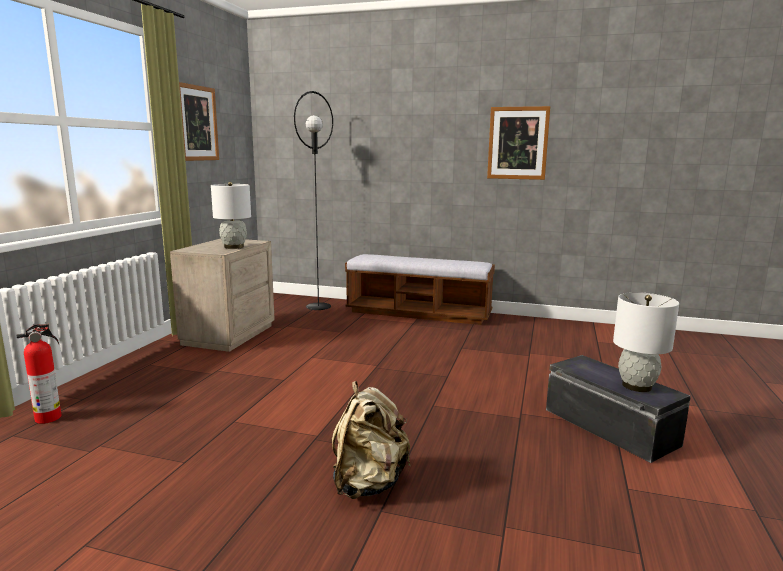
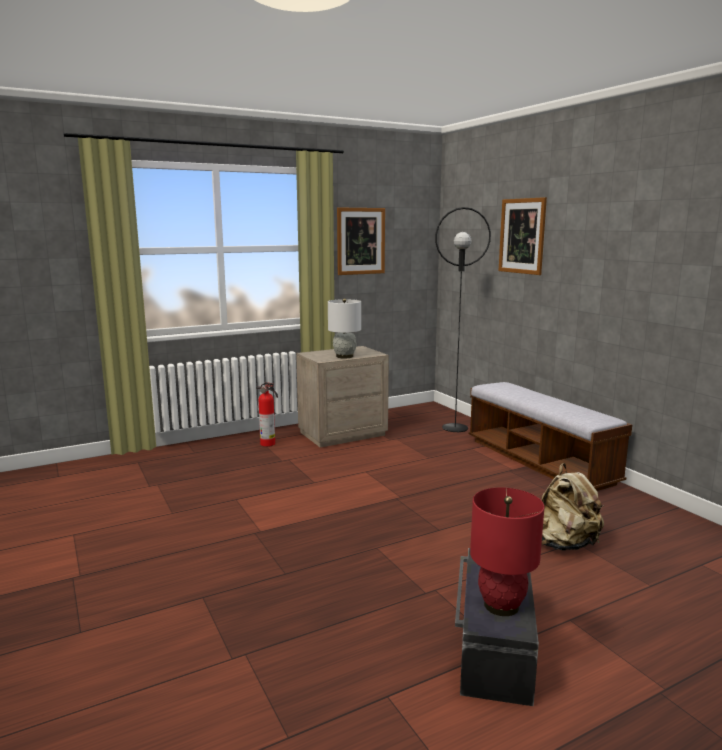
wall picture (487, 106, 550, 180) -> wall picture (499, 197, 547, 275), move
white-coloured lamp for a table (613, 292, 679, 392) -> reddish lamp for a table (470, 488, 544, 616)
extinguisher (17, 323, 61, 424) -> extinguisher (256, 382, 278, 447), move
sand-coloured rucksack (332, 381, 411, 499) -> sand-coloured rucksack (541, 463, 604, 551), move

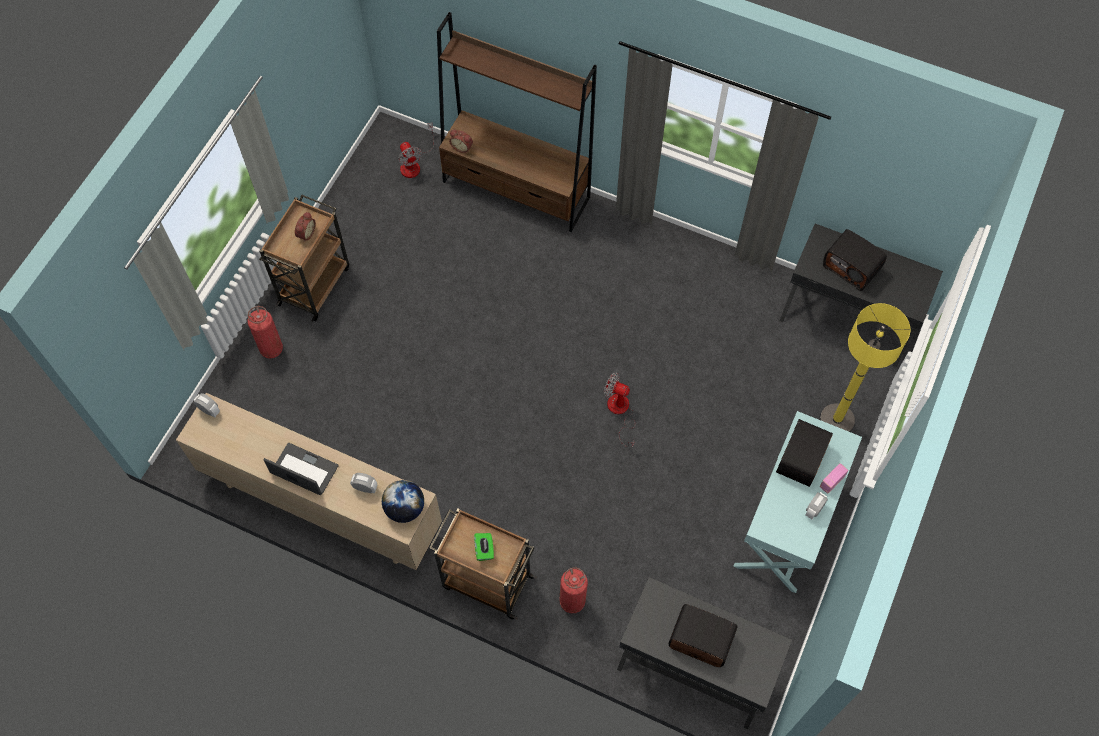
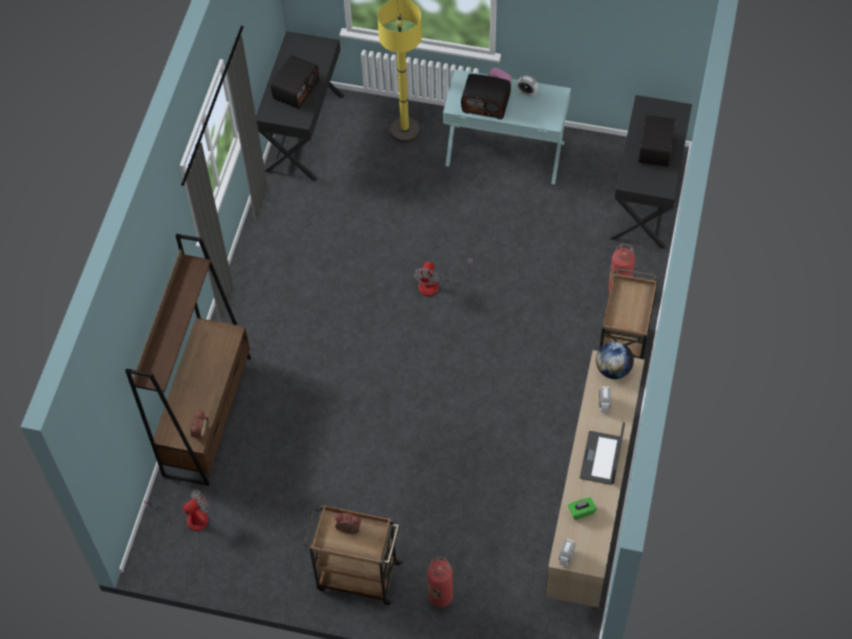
green-coloured tissue box (474, 533, 494, 561) -> green-coloured tissue box (568, 498, 597, 520), move

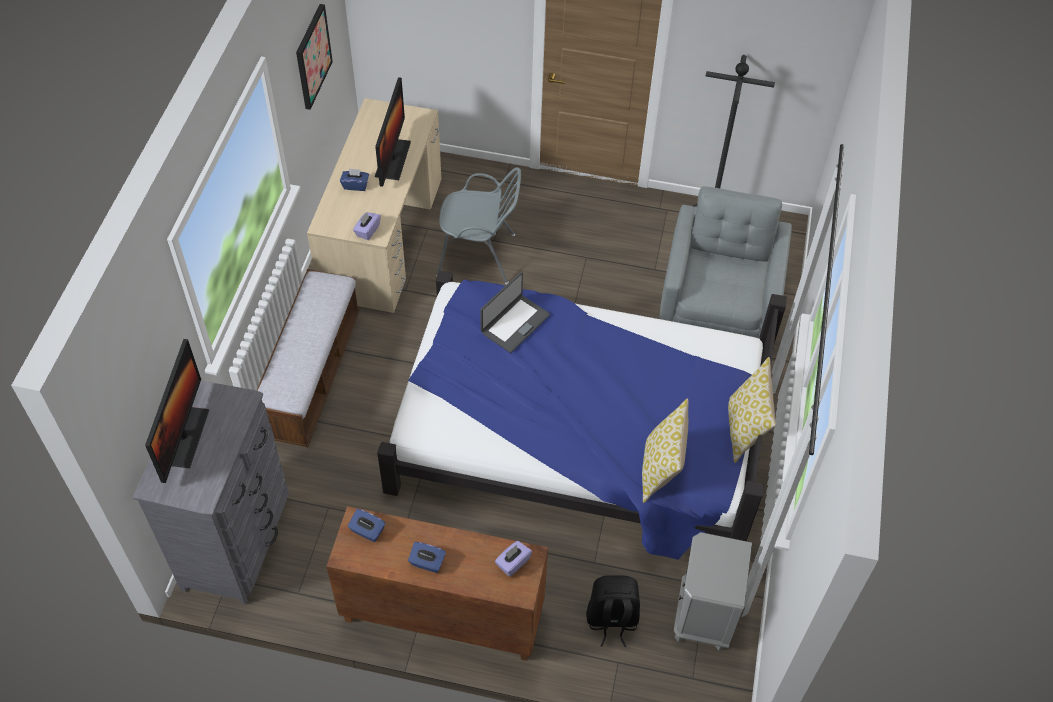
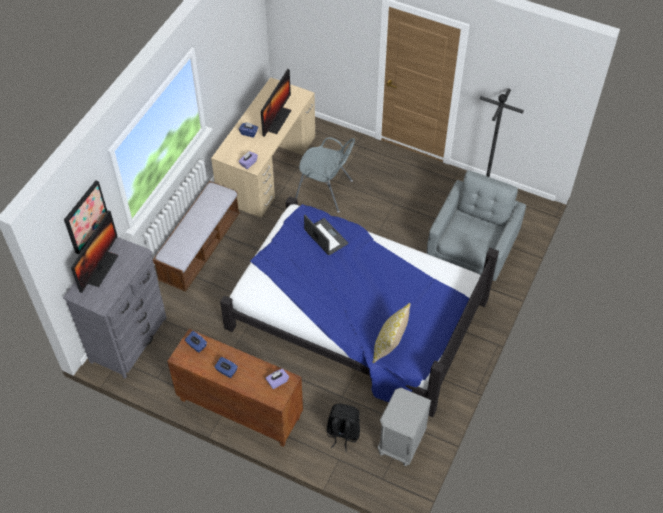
wall picture (296, 4, 333, 110) -> wall picture (64, 181, 107, 254), move
notebook computer (480, 272, 550, 353) -> notebook computer (304, 215, 348, 255), 90 degrees counterclockwise
throw pillow (728, 357, 776, 463) -> none

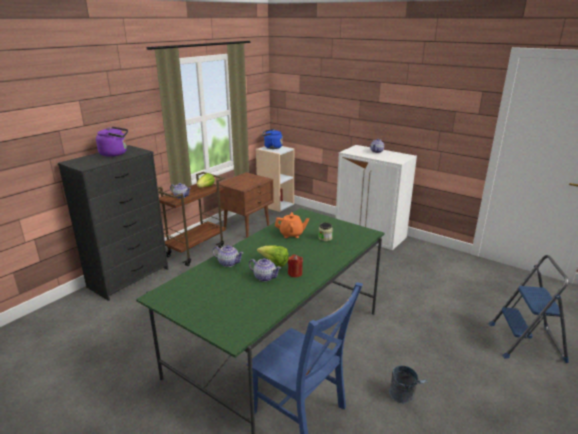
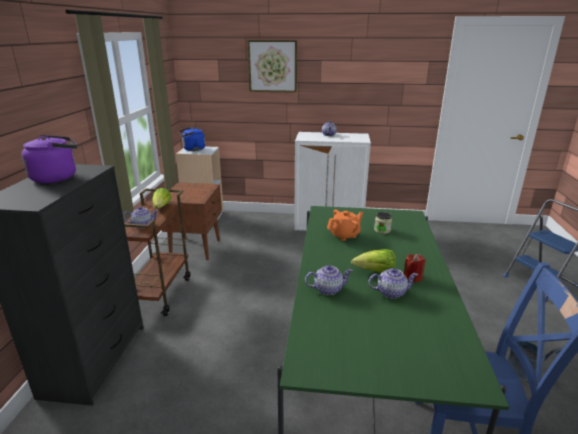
none -> wall picture (247, 40, 297, 93)

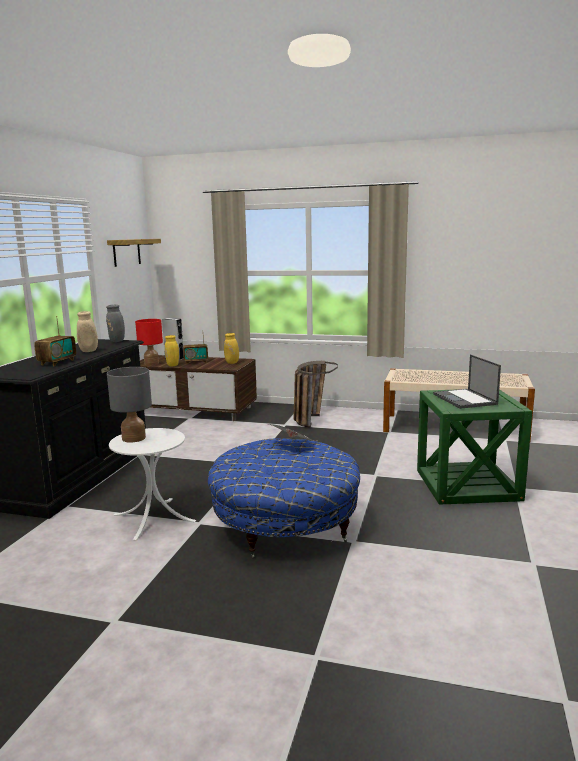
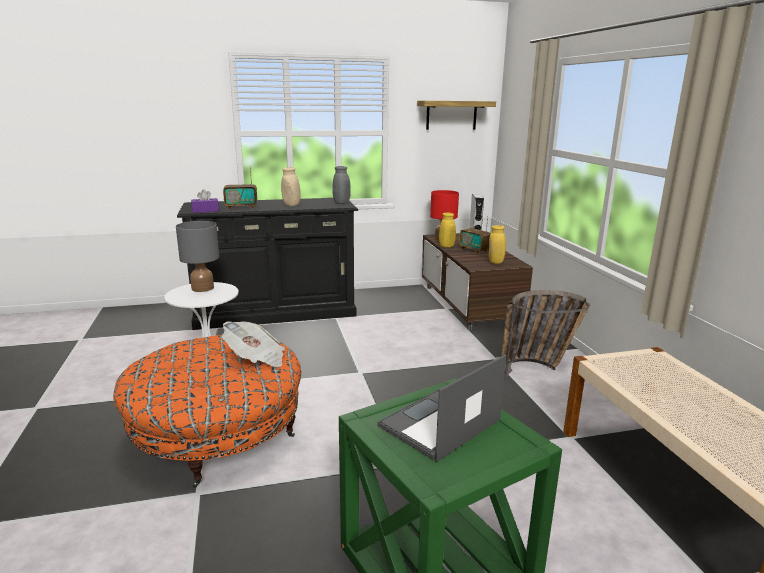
blue ottoman (208, 438, 360, 559) -> orange-coloured ottoman (113, 335, 301, 488)
none -> purple-coloured tissue box (191, 189, 219, 213)

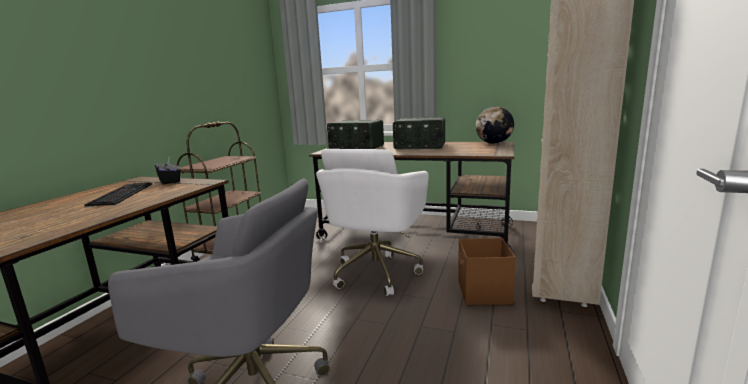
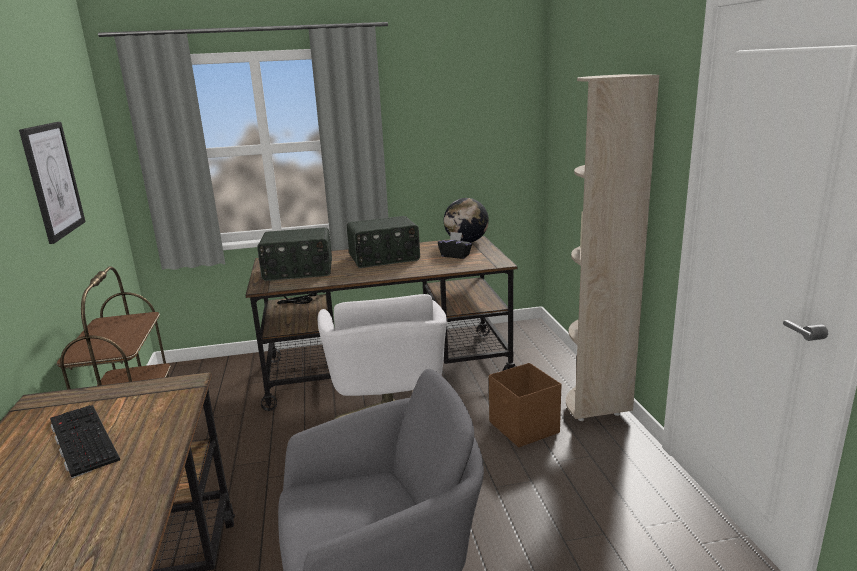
black tissue box (155, 157, 181, 184) -> black tissue box (438, 232, 472, 259), move
none -> wall picture (19, 122, 86, 244)

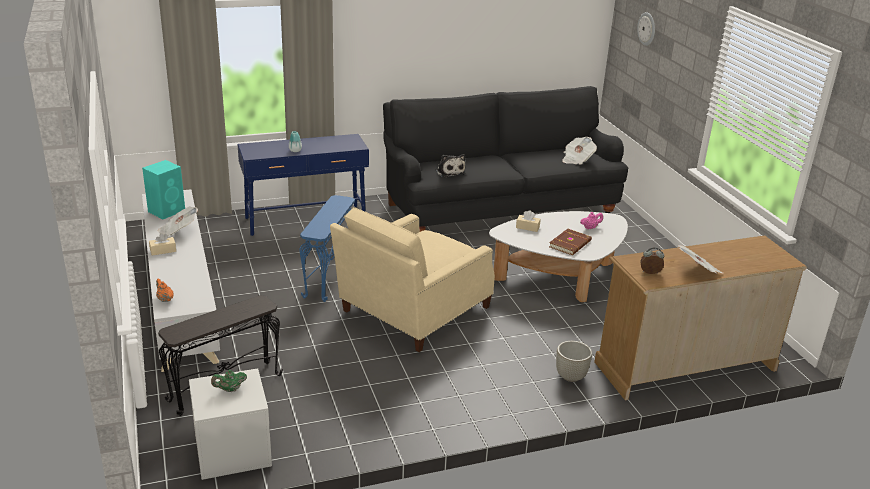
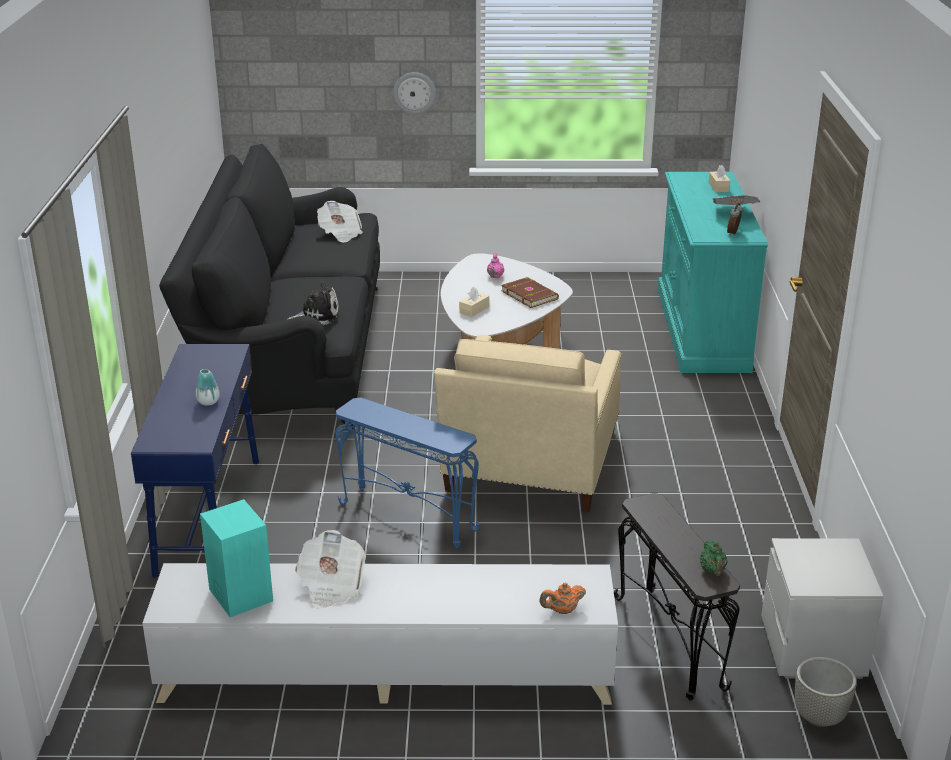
hanging clock (637, 12, 655, 46) -> hanging clock (393, 72, 436, 114), move
sand-coloured armchair (330, 207, 495, 352) -> sand-coloured armchair (434, 335, 621, 512), 45 degrees clockwise
sand-coloured tissue box (149, 233, 176, 256) -> sand-coloured tissue box (709, 165, 730, 192), move
brownish cabinet (594, 235, 807, 400) -> turquoise cabinet (658, 172, 768, 373)
grey flower pot (556, 341, 592, 382) -> grey flower pot (795, 657, 856, 727), move
green-coloured tea pot (211, 370, 247, 392) -> green-coloured tea pot (700, 540, 728, 576), move

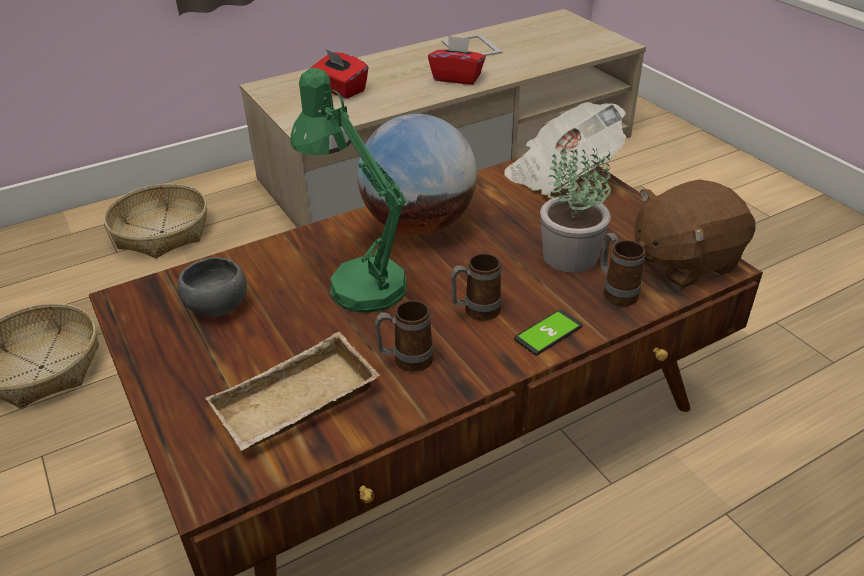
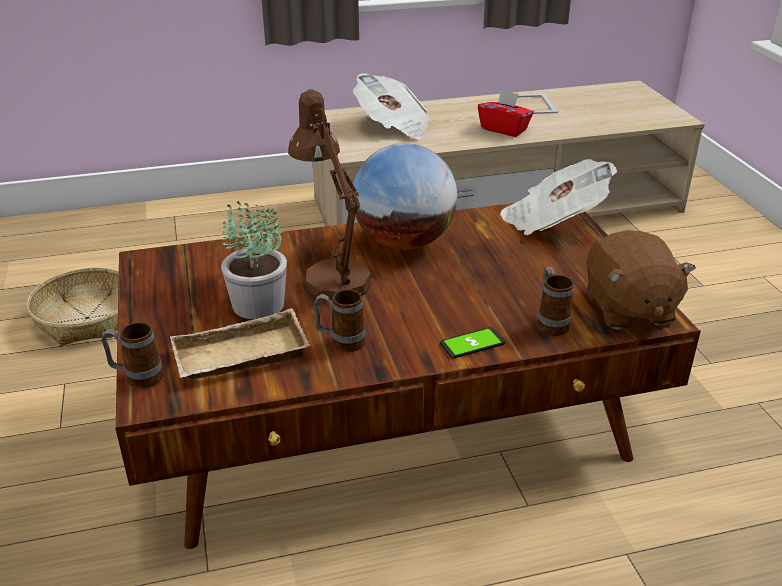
reddish tissue box (310, 49, 369, 99) -> daily paper (353, 73, 432, 139)
green-coloured lamp for a table (290, 68, 407, 313) -> brownish lamp for a table (288, 89, 372, 302)
houseplant (540, 148, 611, 273) -> houseplant (221, 201, 287, 319), move
brownish cuddly toy (634, 180, 756, 288) -> brownish cuddly toy (586, 230, 696, 330), 90 degrees counterclockwise
household basket (104, 184, 207, 258) -> none
tea mug (451, 253, 502, 321) -> tea mug (102, 322, 163, 388), move
grey serving bowl (177, 257, 247, 317) -> none

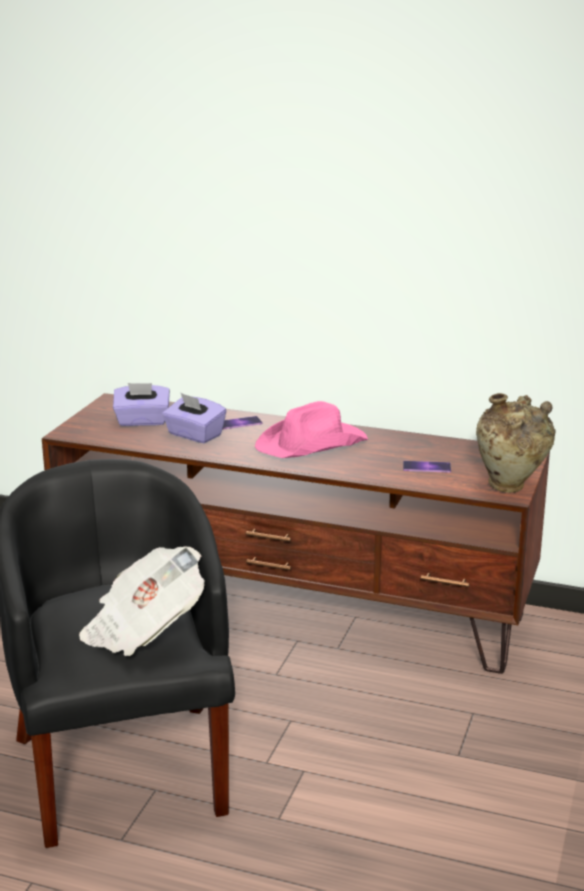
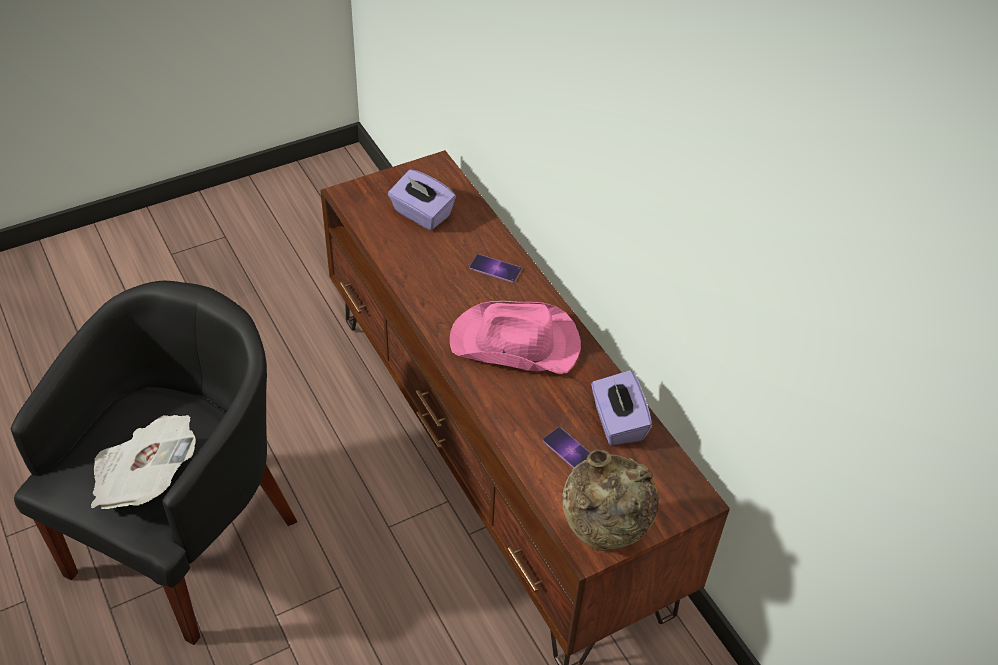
purple-coloured tissue box (162, 393, 226, 443) -> purple-coloured tissue box (591, 370, 652, 446), move

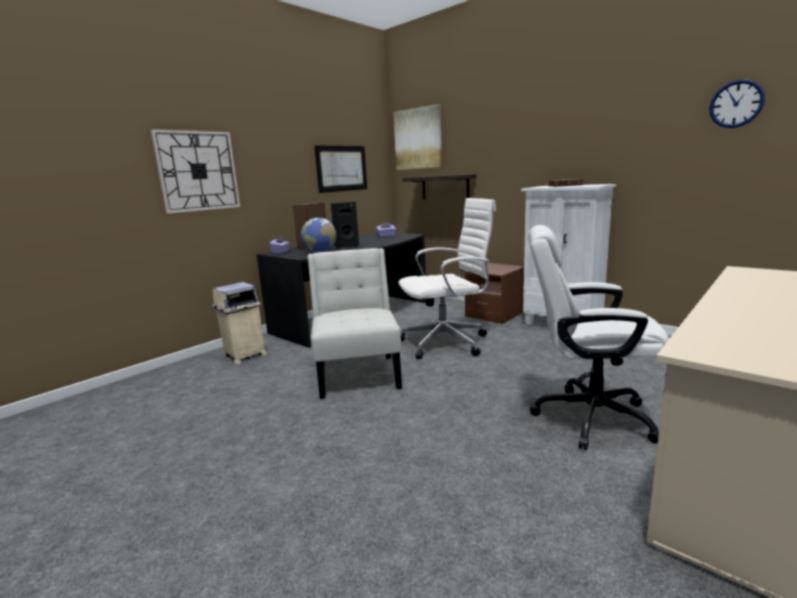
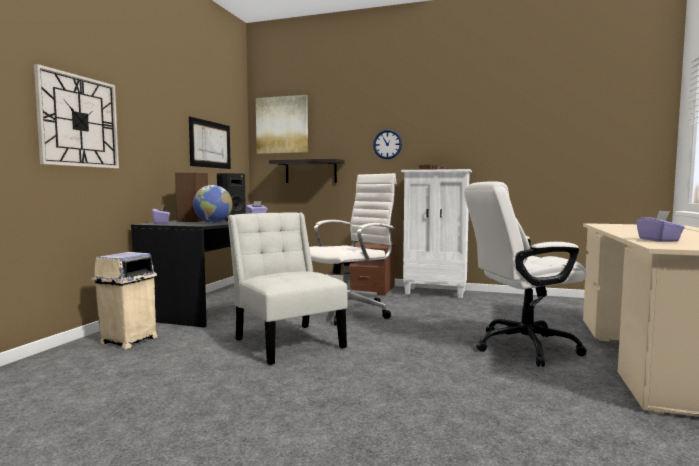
hanging clock (709, 80, 765, 128) -> hanging clock (373, 130, 402, 159), move
none -> purple-coloured tissue box (636, 210, 685, 242)

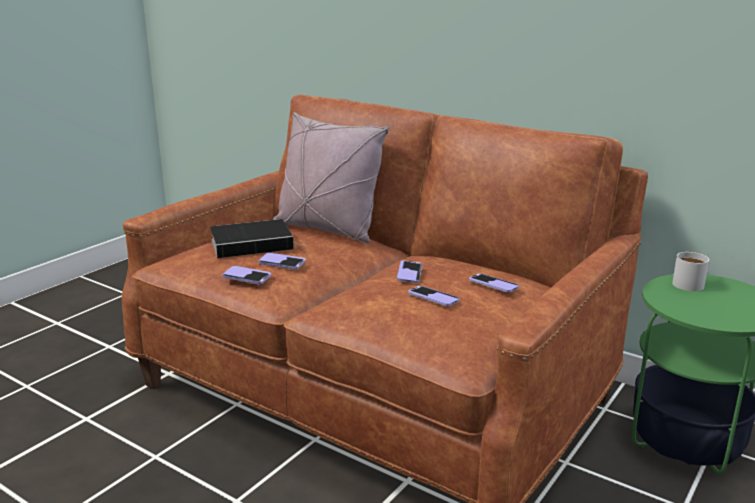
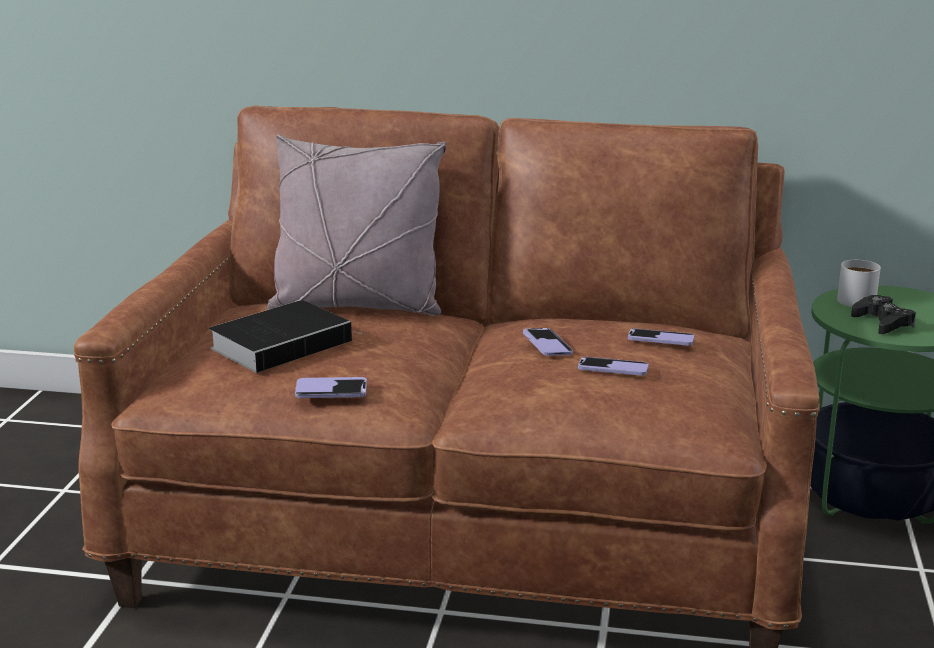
handset (258, 253, 306, 270) -> none
none -> black joypad (851, 295, 916, 334)

